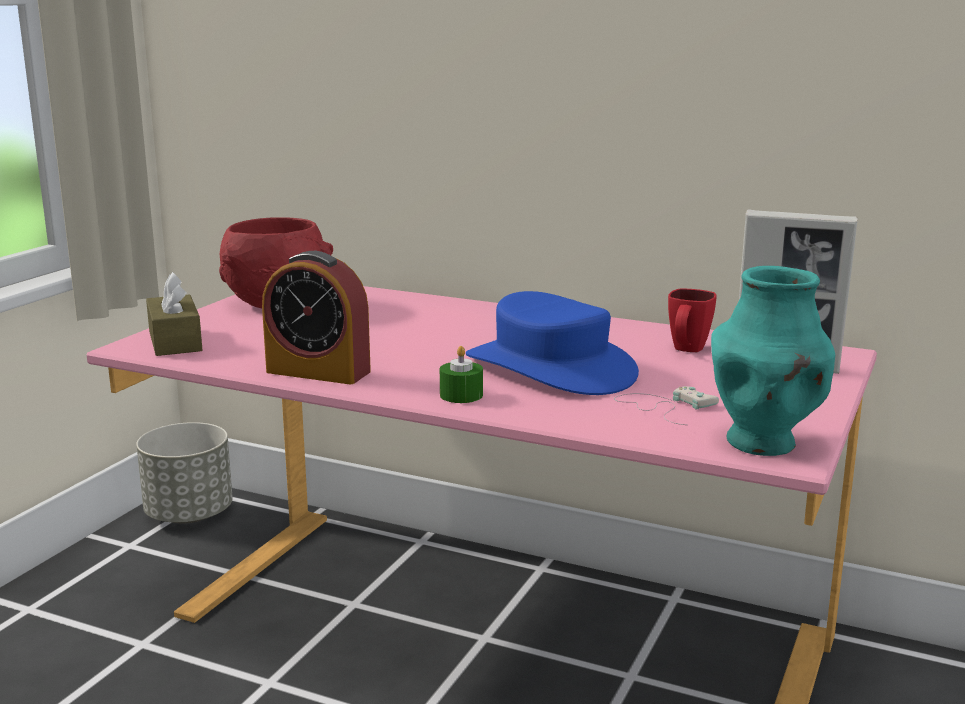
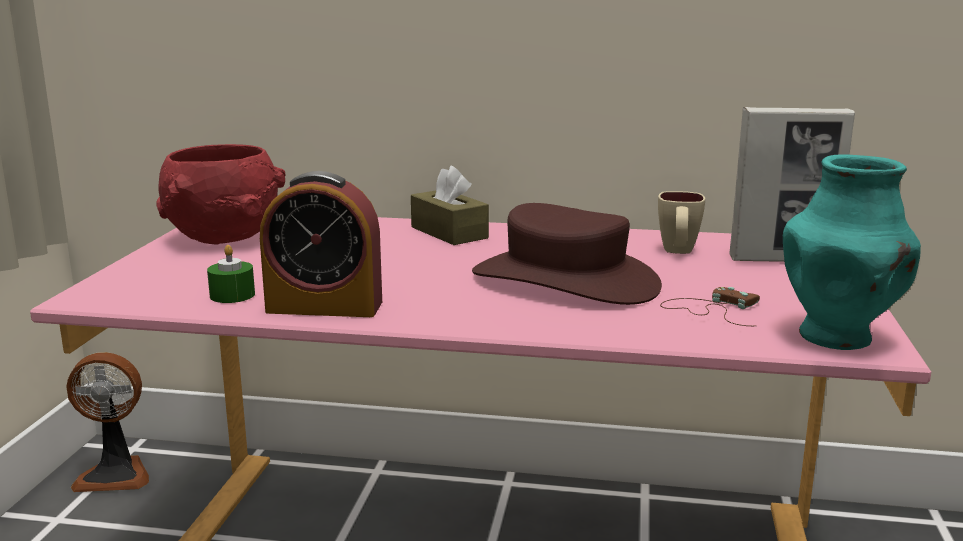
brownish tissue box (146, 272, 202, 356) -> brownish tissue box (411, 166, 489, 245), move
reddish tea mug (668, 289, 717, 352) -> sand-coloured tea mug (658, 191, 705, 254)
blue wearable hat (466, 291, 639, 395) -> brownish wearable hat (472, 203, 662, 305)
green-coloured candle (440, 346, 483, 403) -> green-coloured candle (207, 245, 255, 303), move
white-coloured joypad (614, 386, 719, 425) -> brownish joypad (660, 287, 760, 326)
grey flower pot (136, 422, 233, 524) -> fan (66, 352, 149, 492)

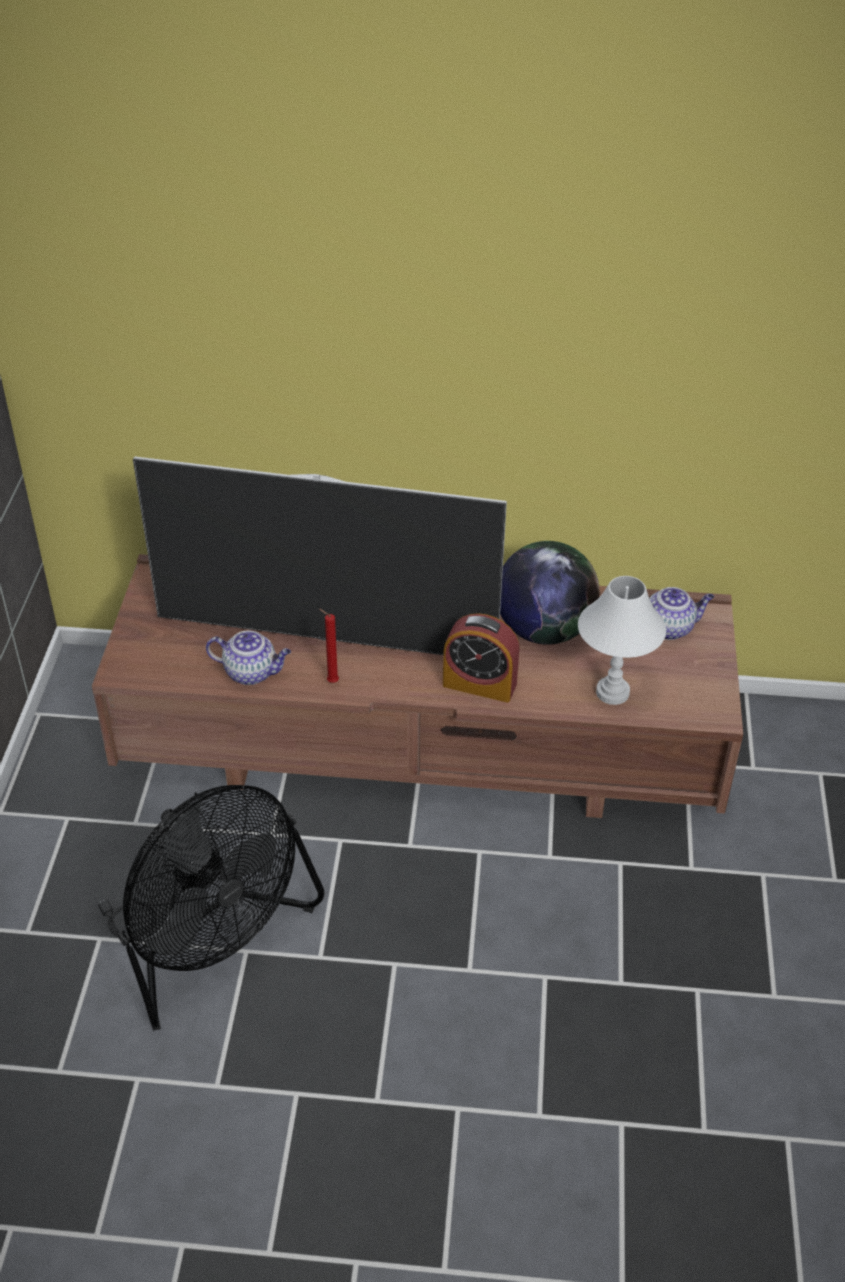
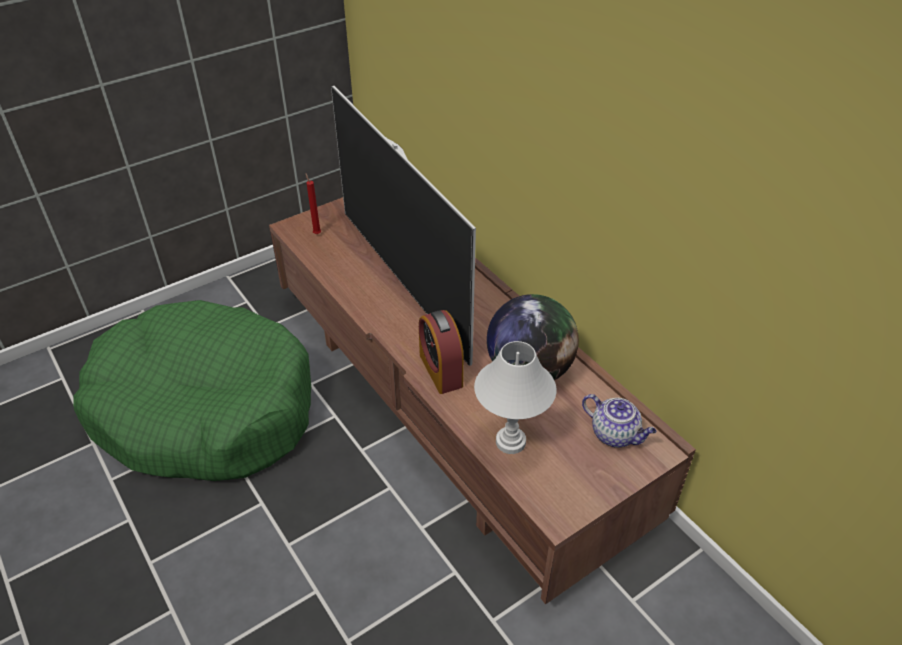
reddish candle (319, 609, 339, 683) -> reddish candle (305, 173, 321, 234), move
tea pot (206, 630, 291, 685) -> none
black fan (98, 785, 324, 1031) -> green-coloured dog bed (73, 300, 311, 481)

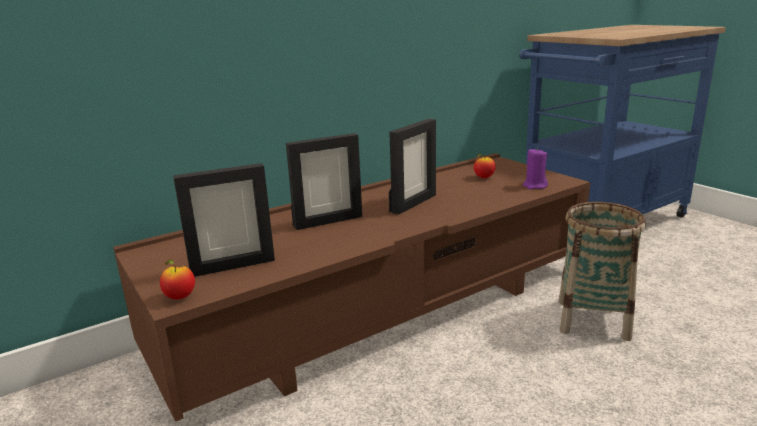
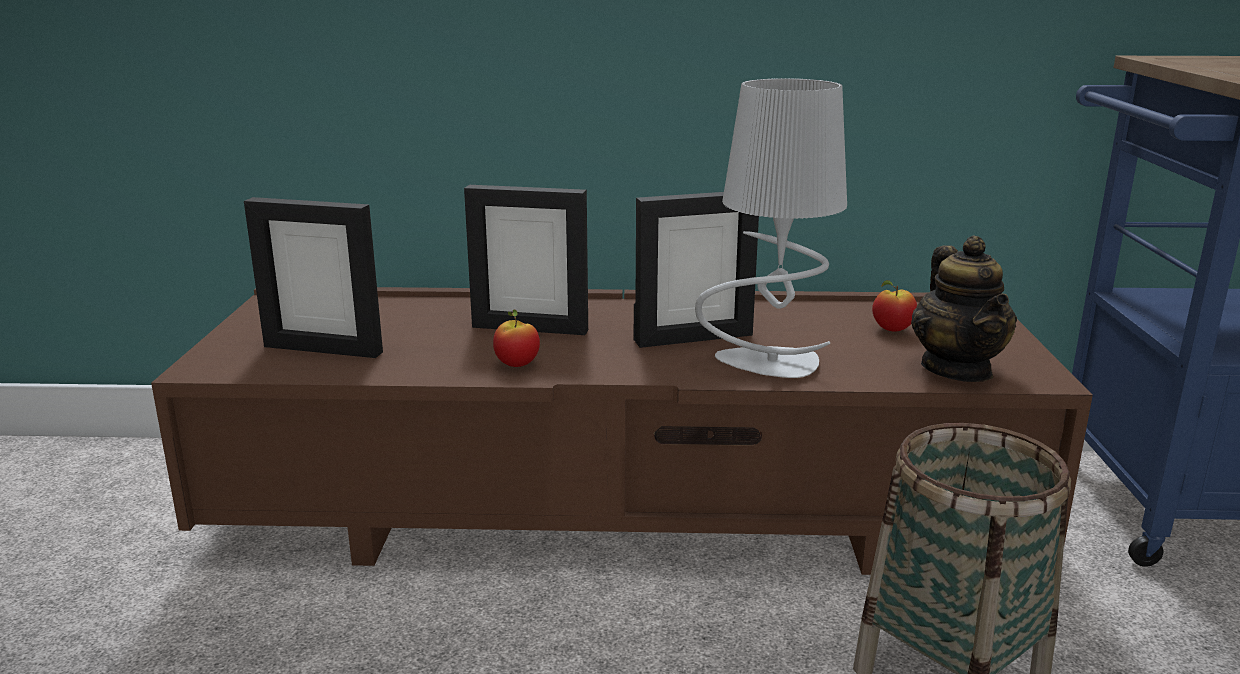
purple-coloured candle (523, 148, 548, 189) -> tea pot (911, 235, 1017, 382)
apple (160, 259, 195, 299) -> apple (493, 310, 540, 367), move
none -> grey lamp for a table (695, 78, 847, 378)

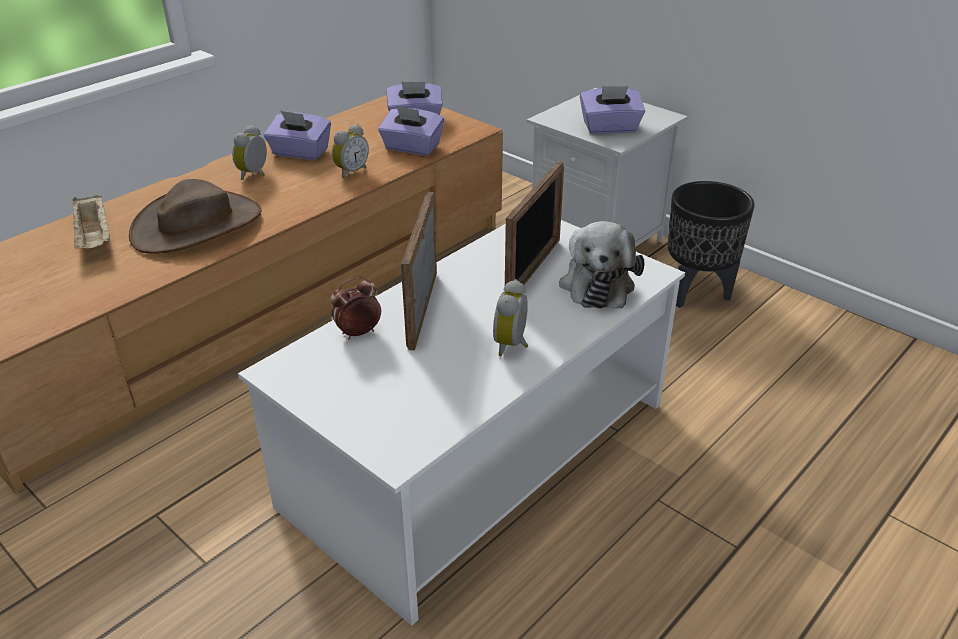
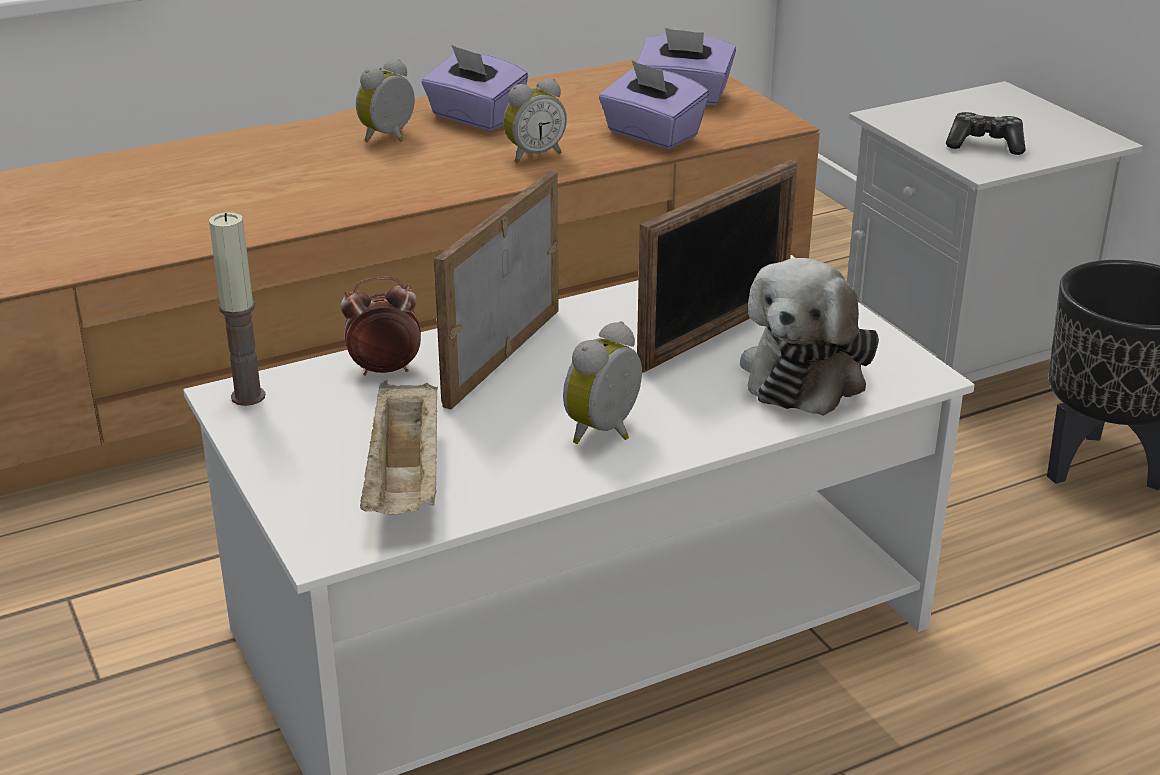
purple-coloured tissue box (580, 86, 645, 134) -> joypad (946, 112, 1026, 155)
brownish wearable hat (129, 179, 261, 254) -> none
sand-coloured carrying tray (73, 195, 110, 249) -> sand-coloured carrying tray (360, 380, 438, 514), move
none -> candle (209, 212, 265, 406)

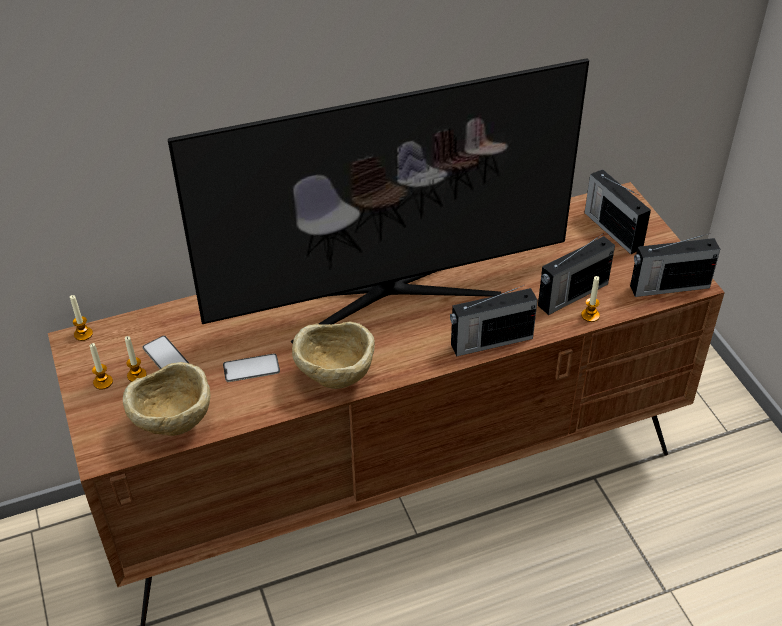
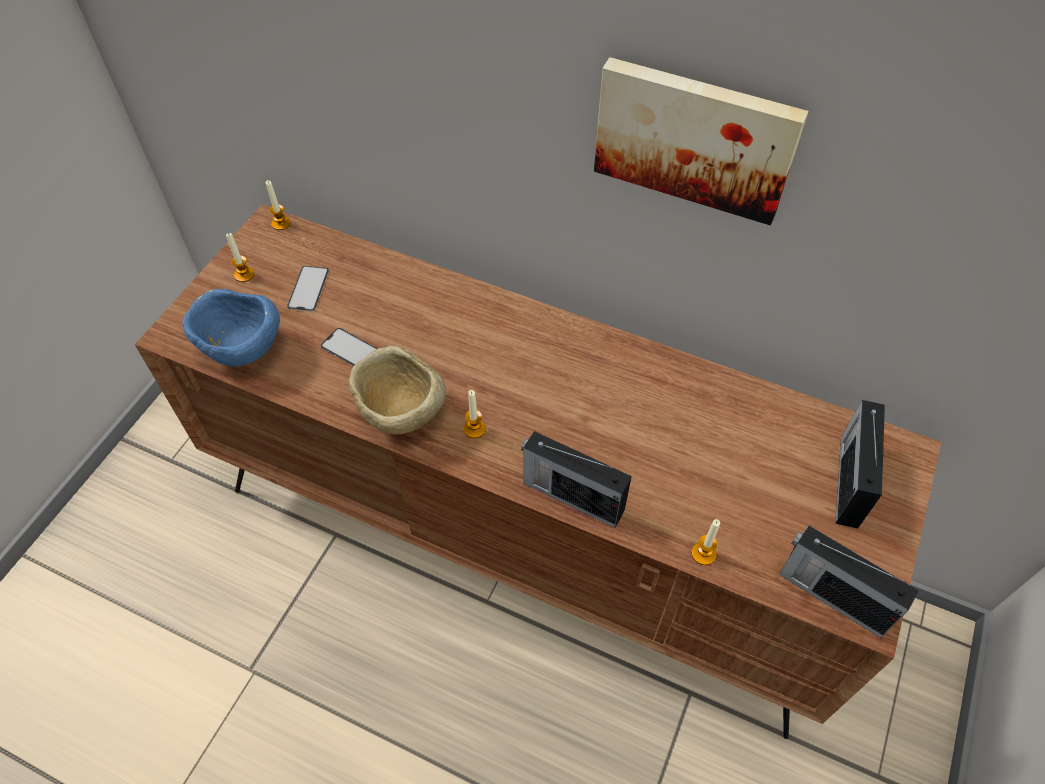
TV (168, 58, 589, 344) -> none
radio receiver (538, 233, 615, 315) -> none
candle (125, 336, 147, 382) -> candle (463, 390, 486, 438), move
sand-coloured serving bowl (123, 362, 210, 436) -> blue serving bowl (182, 289, 280, 366)
none -> wall picture (594, 57, 809, 225)

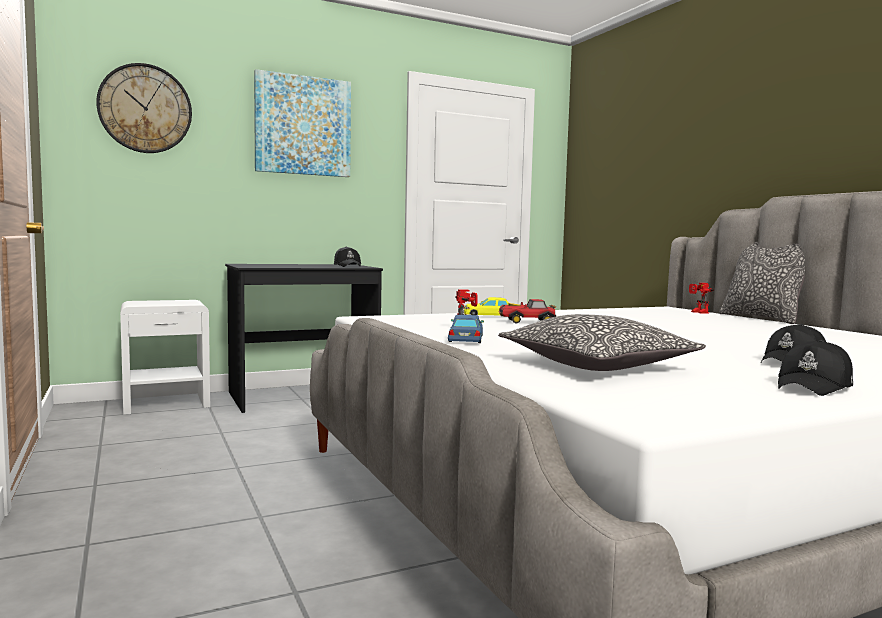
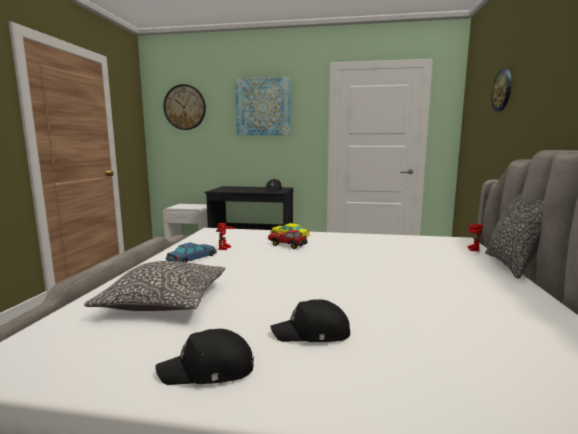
none -> hanging clock (491, 69, 512, 111)

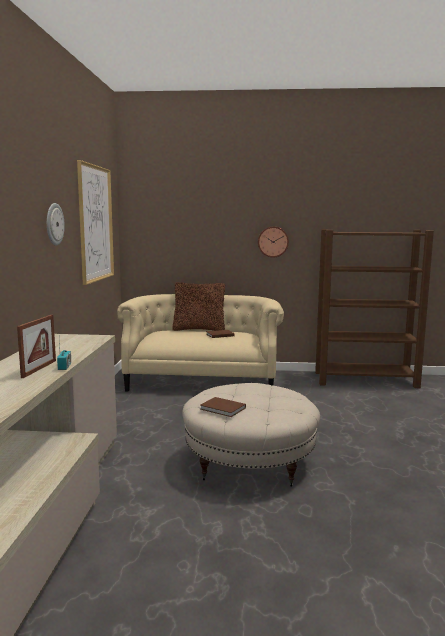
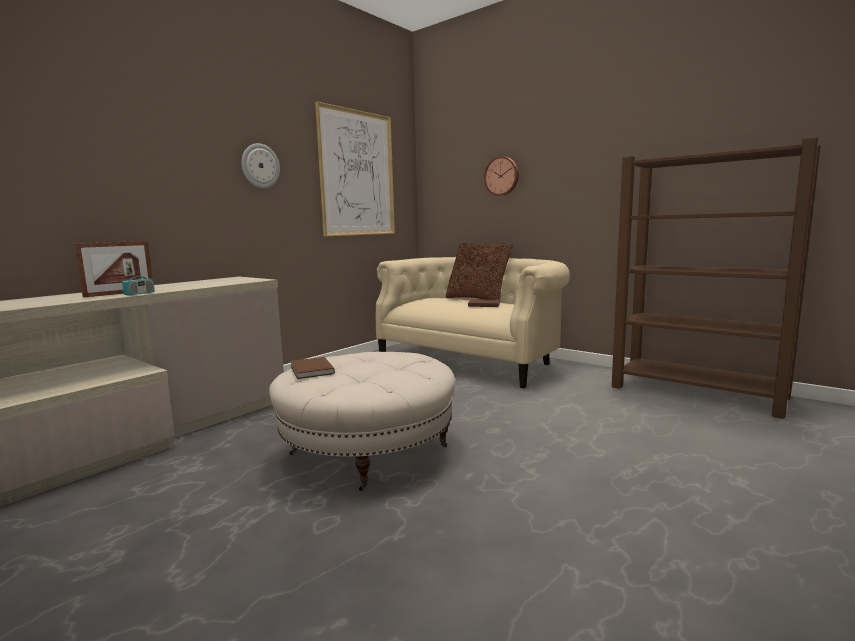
hanging clock (258, 226, 289, 258) -> hanging clock (484, 156, 519, 196), move

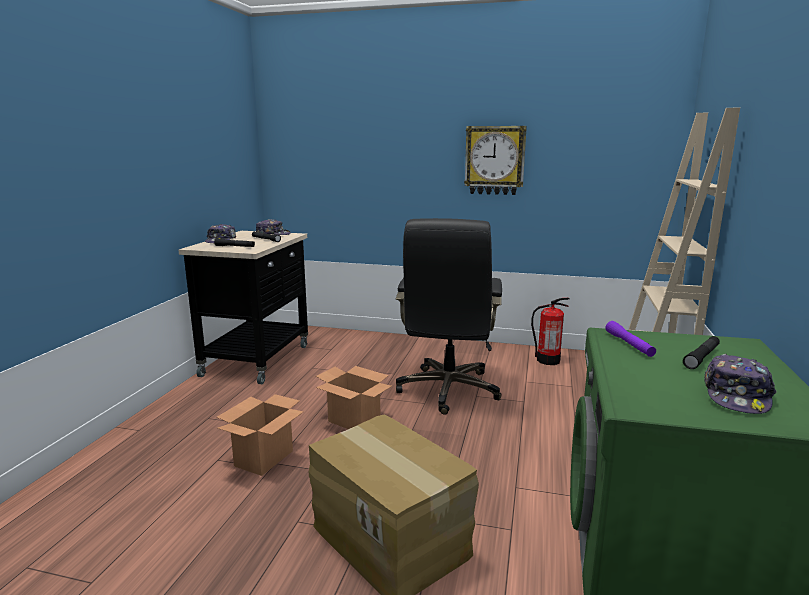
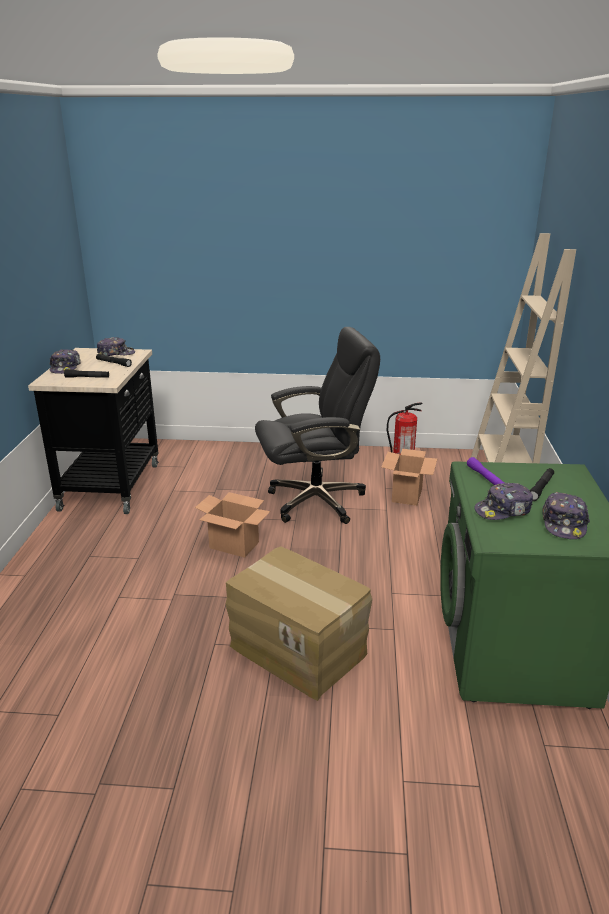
hanging clock (464, 126, 527, 195) -> none
black desk chair (395, 218, 502, 415) -> black desk chair (255, 327, 380, 524), 105 degrees counterclockwise
carton (217, 394, 303, 476) -> carton (381, 449, 437, 506), move
none -> baseball cap (474, 483, 533, 520)

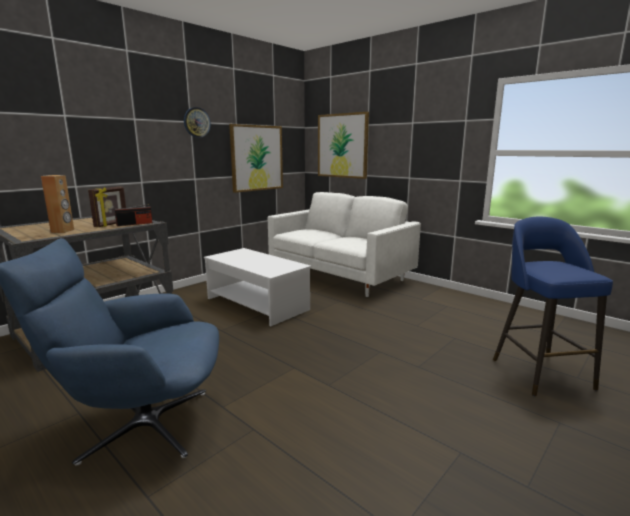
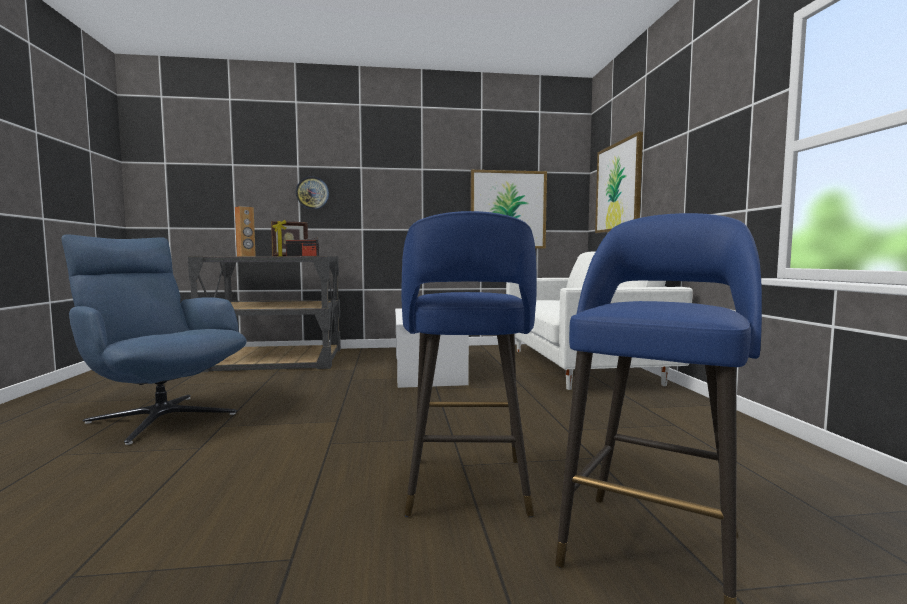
hanging clock (184, 107, 211, 138) -> hanging clock (296, 177, 329, 209), move
none -> blue sitting stool (401, 211, 537, 517)

